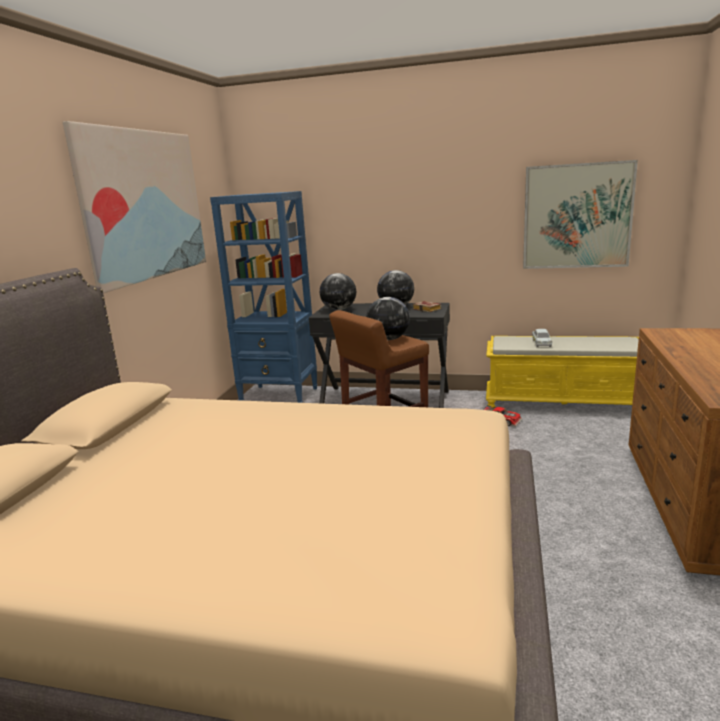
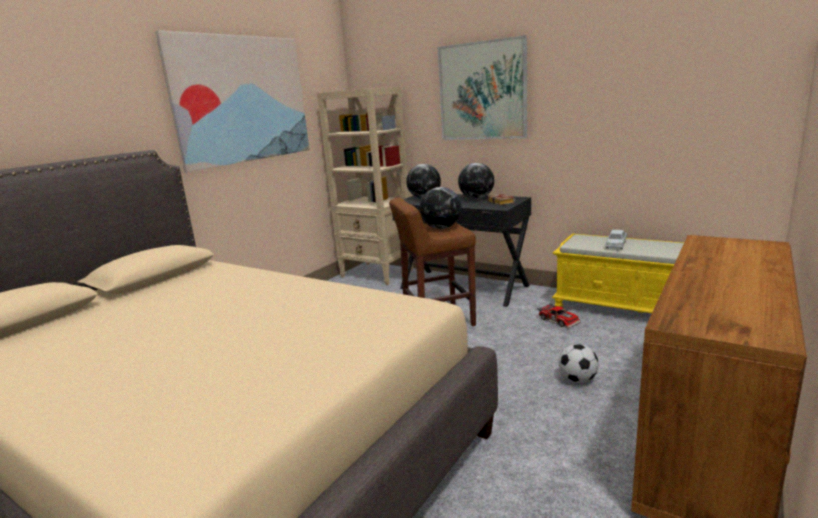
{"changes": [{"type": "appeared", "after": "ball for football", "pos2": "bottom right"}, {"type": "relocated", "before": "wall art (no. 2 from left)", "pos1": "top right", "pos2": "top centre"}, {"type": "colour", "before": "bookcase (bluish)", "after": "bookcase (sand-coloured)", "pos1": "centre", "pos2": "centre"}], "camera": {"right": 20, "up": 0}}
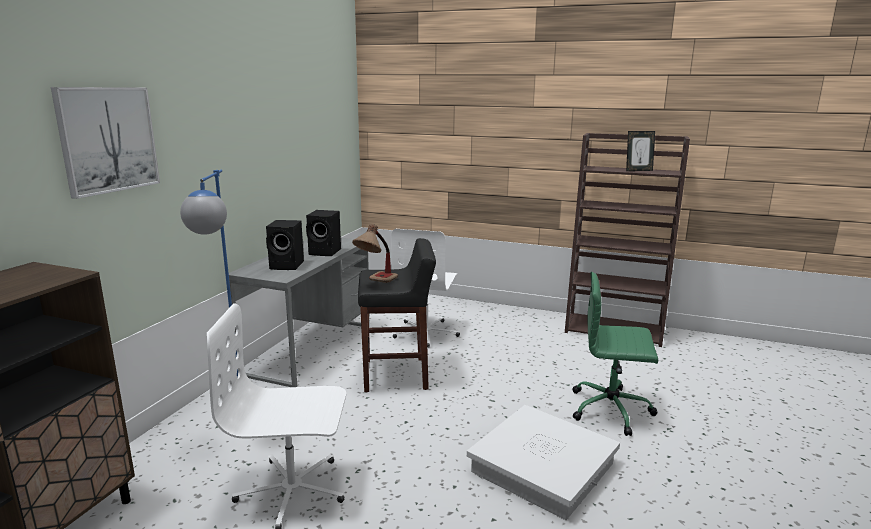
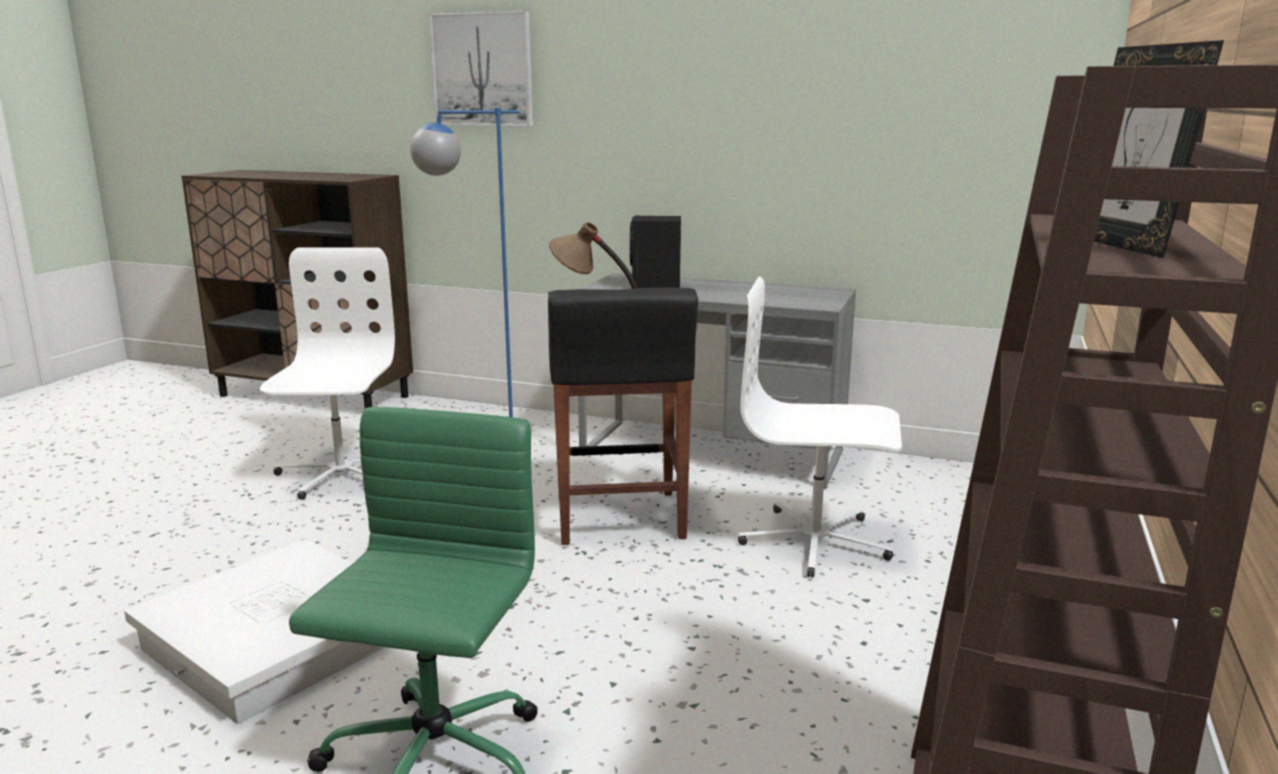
{"changes": [{"type": "missing", "before": "loudspeaker (black) (no. 2 from left)", "pos1": "centre"}], "camera": {"right": 90, "up": 0}}
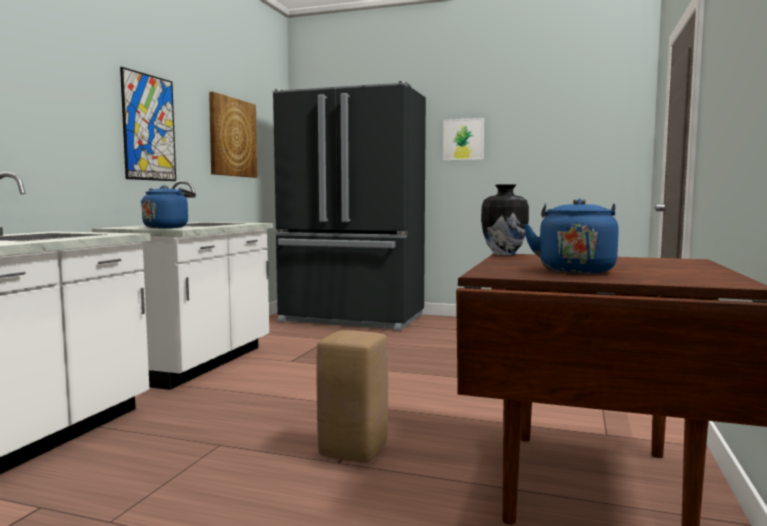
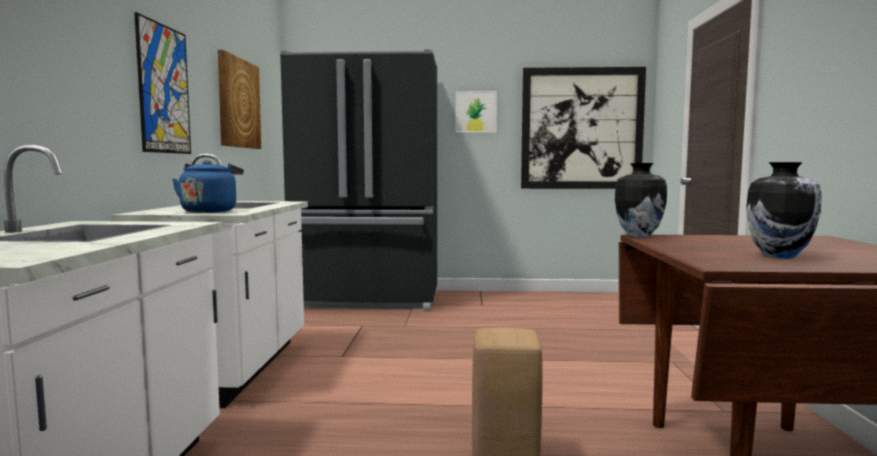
{"changes": [{"type": "appeared", "after": "wall art (no. 4 from left)", "pos2": "top centre"}, {"type": "exchanged", "before": "water kettle (bluish) (no. 2 from left)", "after": "decorative vase (no. 2 from left)", "pos1": "middle right", "pos2": "middle right"}], "camera": {"right": -15, "up": 0}}
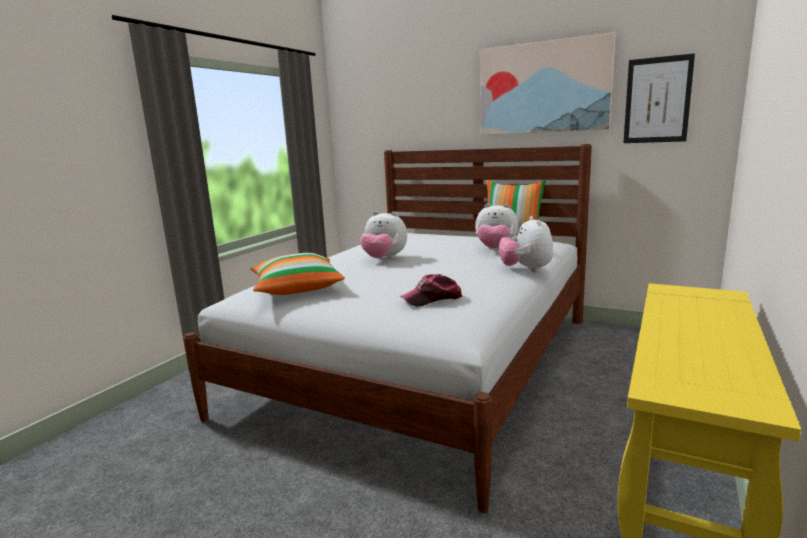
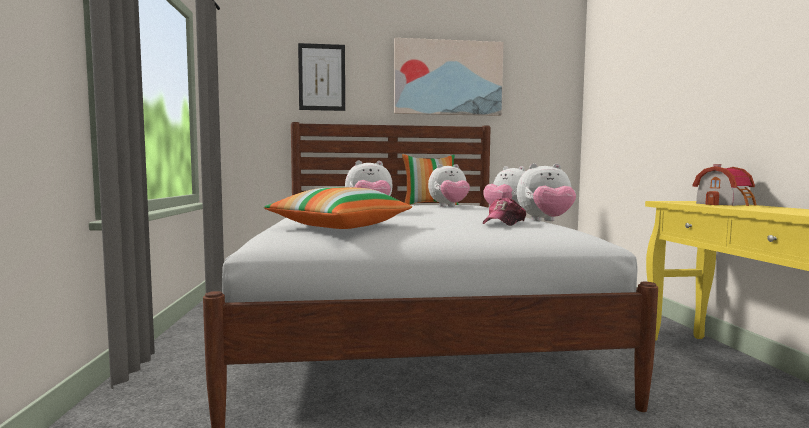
{"changes": [{"type": "appeared", "after": "plush toy (no. 4 from left)", "pos2": "middle right"}, {"type": "appeared", "after": "miniature house", "pos2": "middle right"}, {"type": "relocated", "before": "wall art (no. 2 from left in the first image)", "after": "wall art (no. 1 from left)", "pos1": "top right", "pos2": "top centre"}], "camera": {"right": -35, "up": -10}}
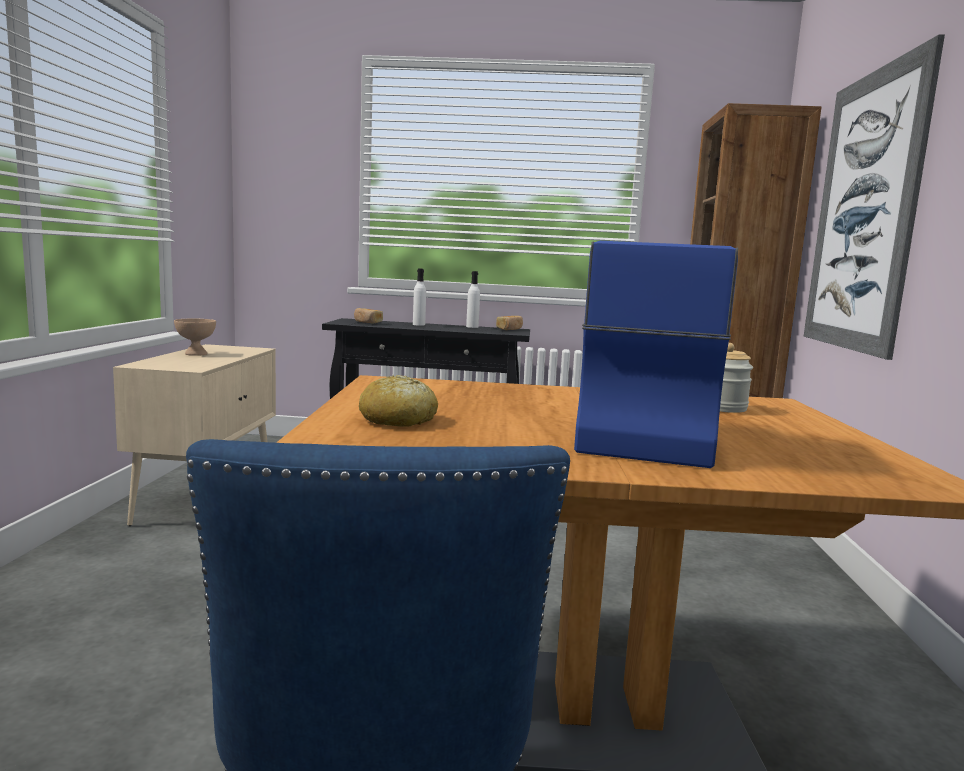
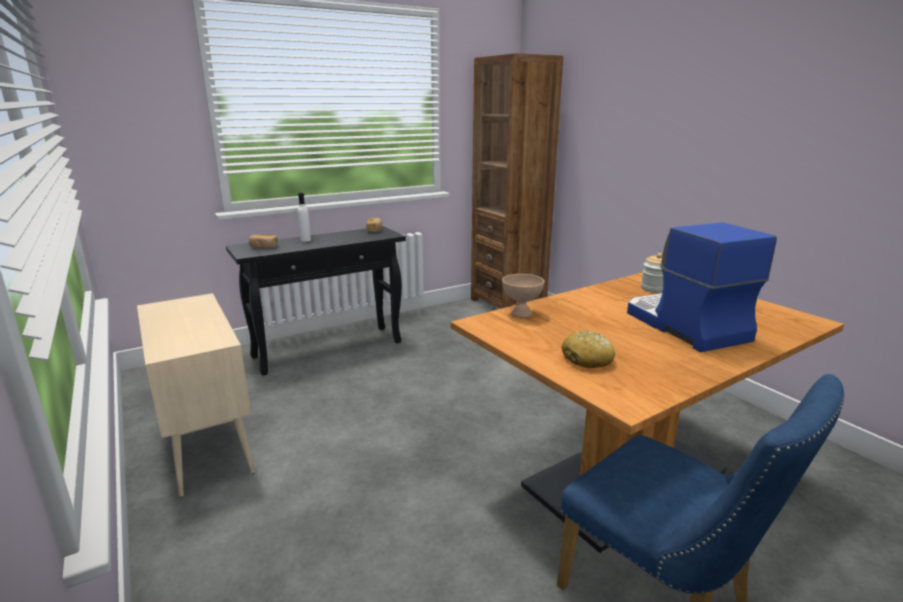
{"changes": [{"type": "missing", "before": "beverage bottle (white) (no. 2 from left)", "pos1": "centre"}, {"type": "missing", "before": "wall art", "pos1": "top right"}, {"type": "relocated", "before": "deep dish (sand-coloured)", "pos1": "middle left", "pos2": "centre"}], "camera": {"right": -35, "up": 10}}
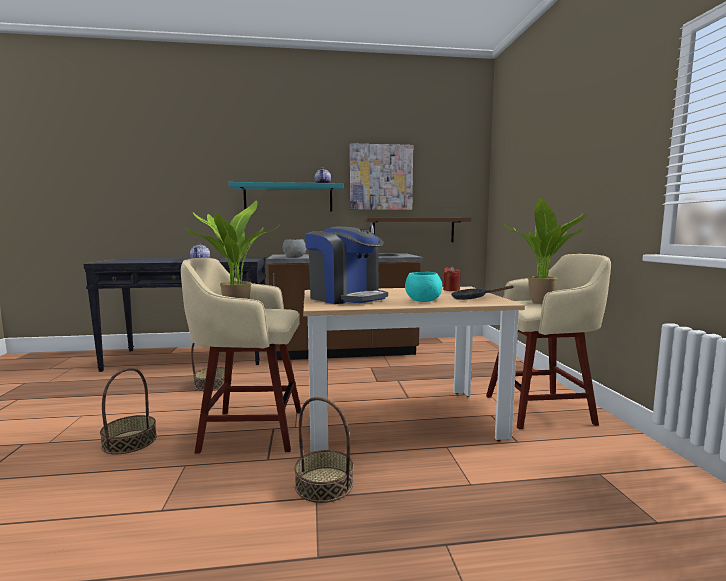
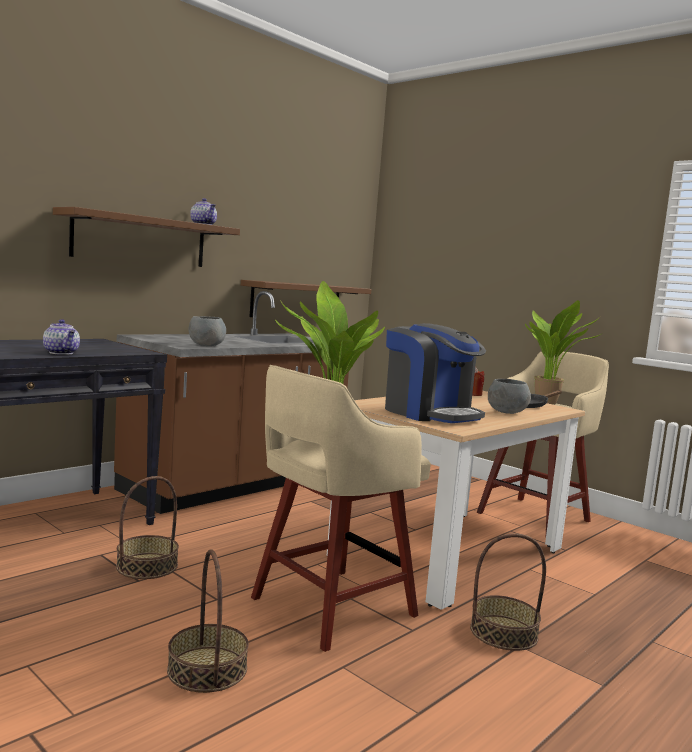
{"changes": [{"type": "missing", "before": "wall art", "pos1": "top centre"}, {"type": "colour", "before": "bracket shelf (blue-green)", "after": "bracket shelf (brown-coloured) (no. 1 from left)", "pos1": "centre", "pos2": "top left"}, {"type": "colour", "before": "deep dish (blue-green)", "after": "deep dish (greyish) (no. 2 from left)", "pos1": "centre", "pos2": "middle right"}, {"type": "spun", "before": "coffee machine", "pos1": "centre", "pos2": "centre", "turn": 45}], "camera": {"right": -40, "up": 0}}
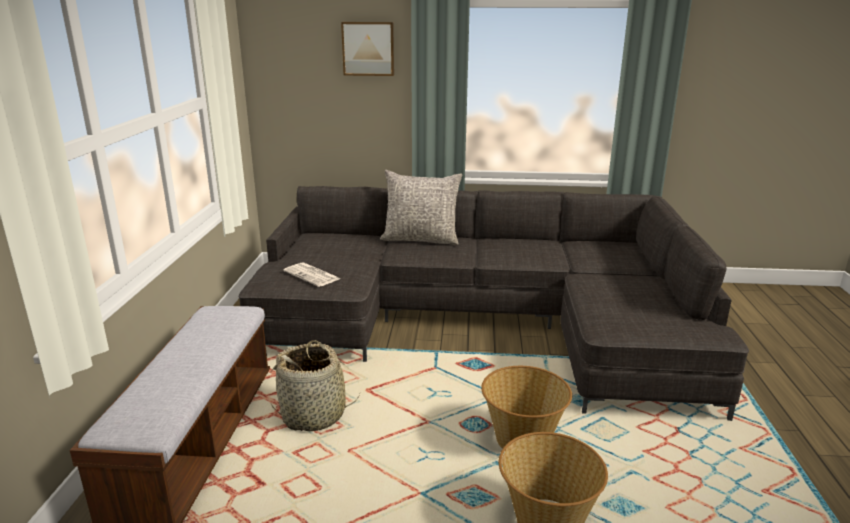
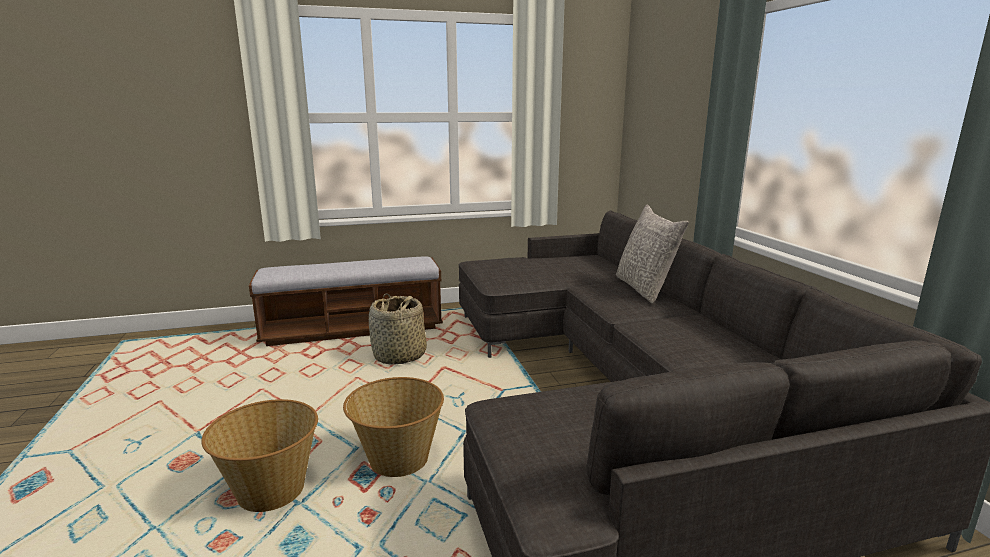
{"changes": [{"type": "missing", "before": "newspaper", "pos1": "centre"}, {"type": "missing", "before": "wall art", "pos1": "top centre"}], "camera": {"right": 70, "up": -5}}
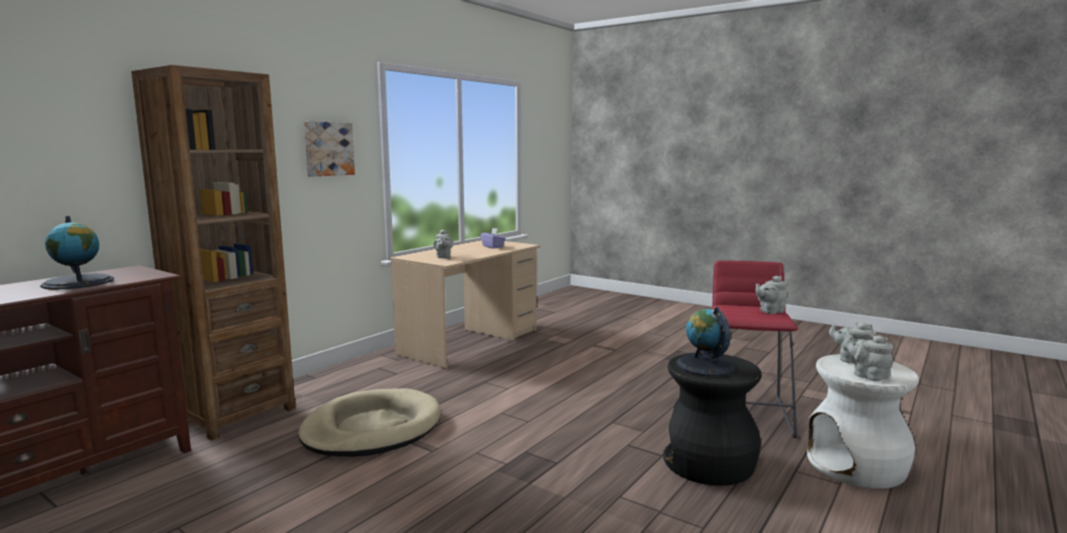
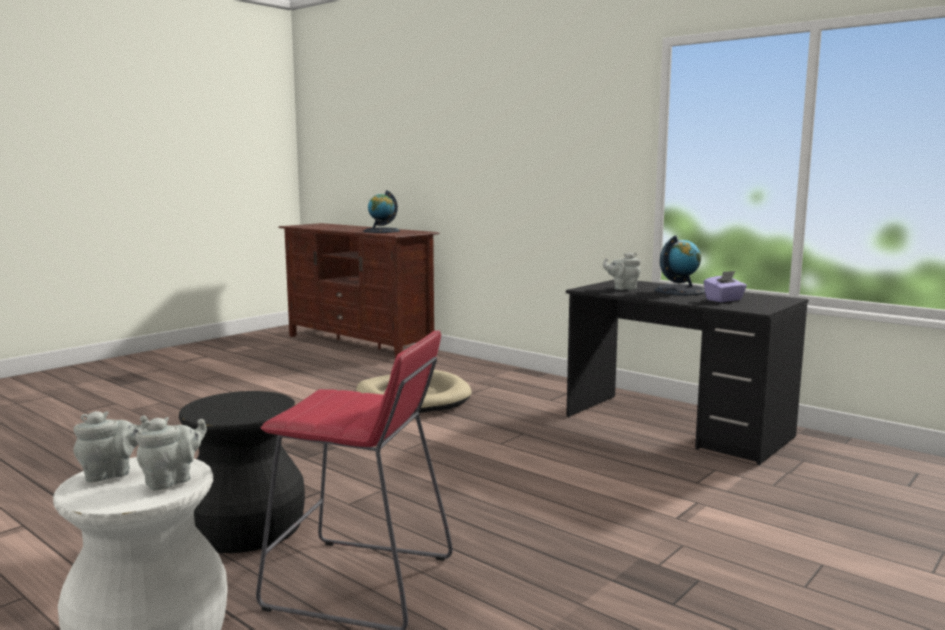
{"changes": [{"type": "missing", "before": "bookcase (brown-coloured)", "pos1": "middle left"}, {"type": "missing", "before": "wall art", "pos1": "top left"}, {"type": "missing", "before": "tea pot (greyish) (no. 2 from left)", "pos1": "middle right"}, {"type": "relocated", "before": "globe (no. 2 from left)", "pos1": "centre", "pos2": "middle right"}, {"type": "colour", "before": "desk table (sand-coloured)", "after": "desk table (black)", "pos1": "centre", "pos2": "middle right"}], "camera": {"right": 95, "up": 0}}
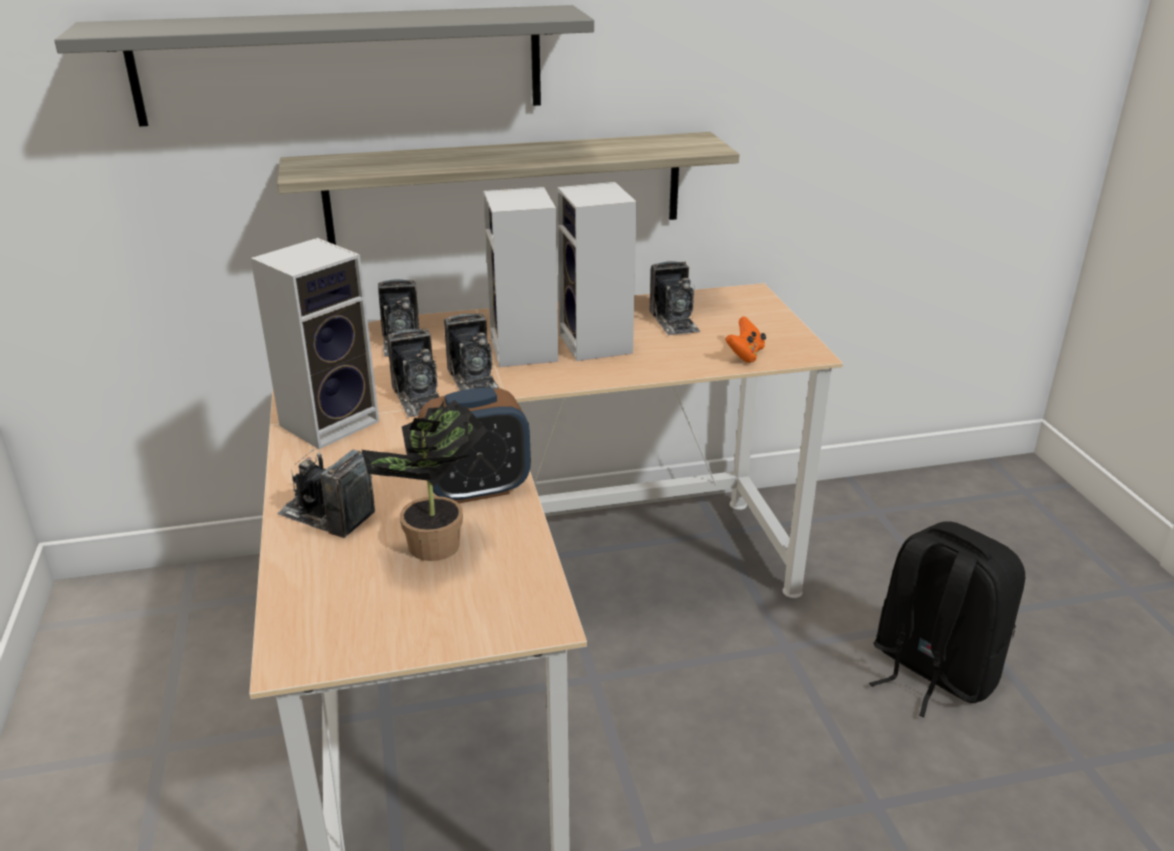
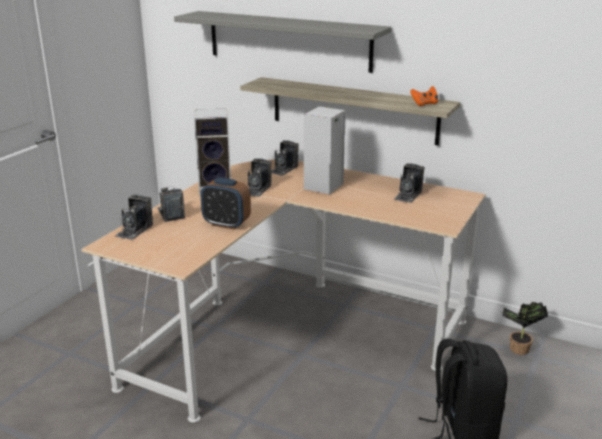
{"changes": [{"type": "missing", "before": "loudspeaker (no. 3 from left)", "pos1": "top centre"}, {"type": "relocated", "before": "potted plant", "pos1": "centre", "pos2": "bottom right"}, {"type": "relocated", "before": "still camera (no. 4 from left in the first image)", "after": "still camera (no. 1 from left)", "pos1": "centre", "pos2": "middle left"}, {"type": "relocated", "before": "gamepad (orange-coloured)", "pos1": "centre", "pos2": "top right"}], "camera": {"right": 40, "up": -5}}
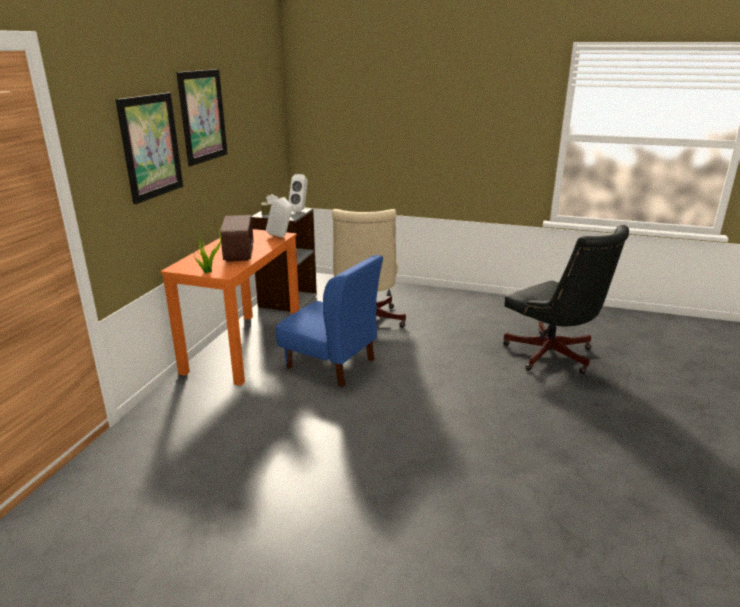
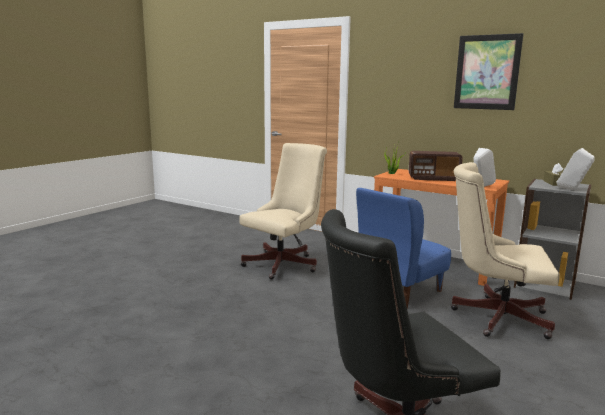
{"changes": [{"type": "missing", "before": "wall art (no. 1 from left)", "pos1": "top left"}, {"type": "appeared", "after": "desk chair (sand-coloured) (no. 1 from left)", "pos2": "centre"}], "camera": {"right": 105, "up": -10}}
